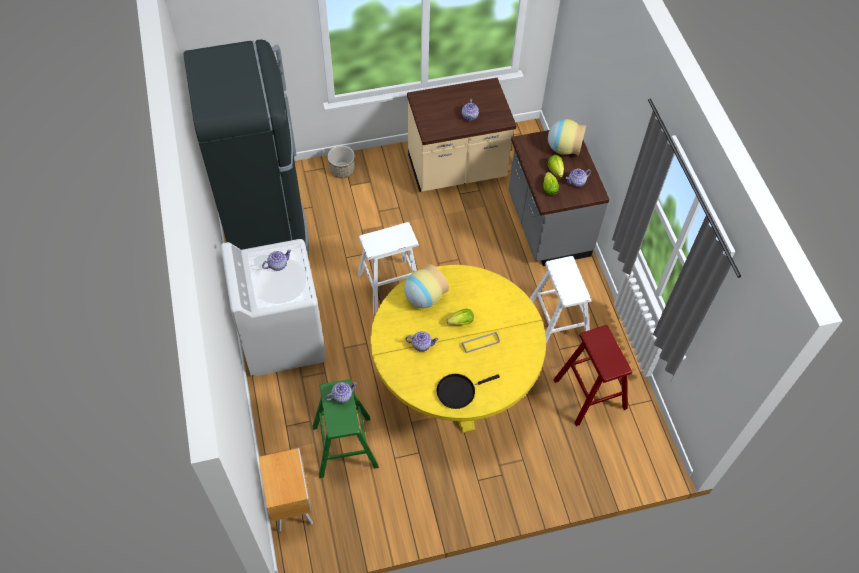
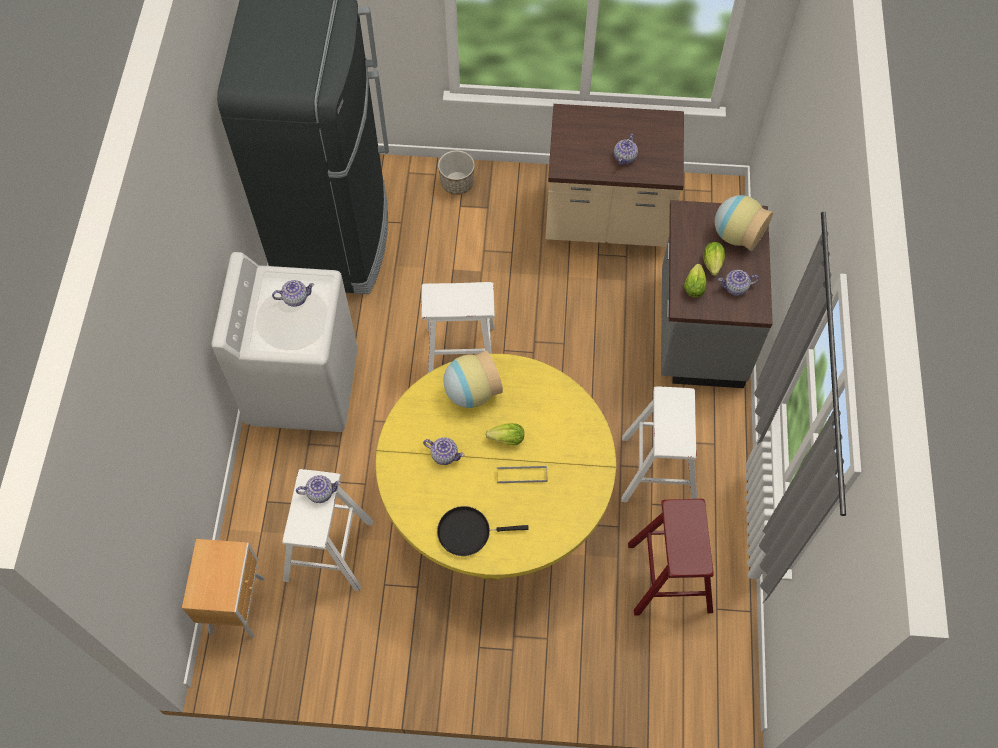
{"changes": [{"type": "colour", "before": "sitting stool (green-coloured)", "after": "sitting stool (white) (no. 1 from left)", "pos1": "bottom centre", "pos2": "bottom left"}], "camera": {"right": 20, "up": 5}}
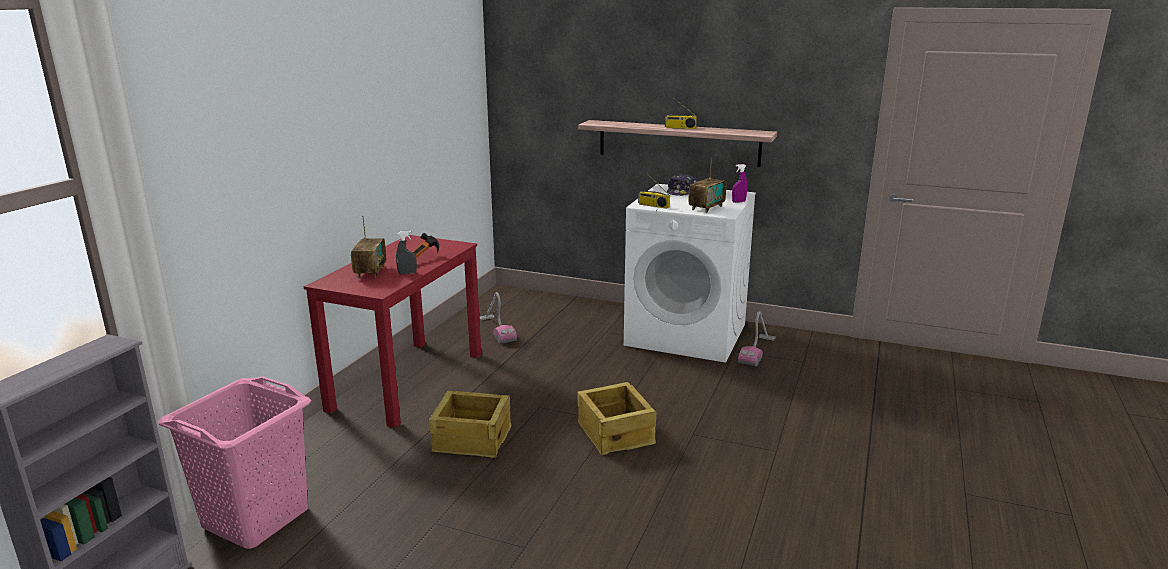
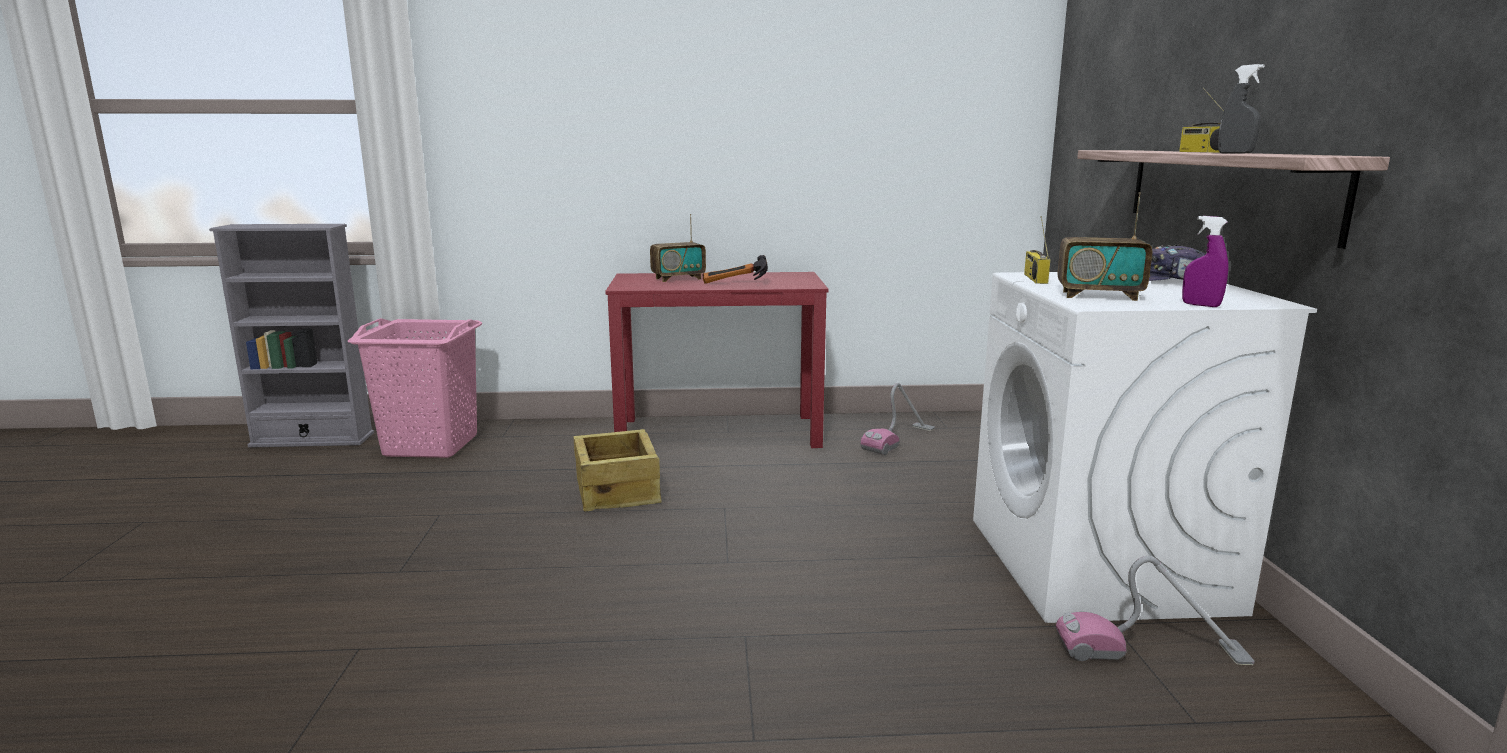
{"changes": [{"type": "missing", "before": "crate (no. 2 from left)", "pos1": "bottom centre"}, {"type": "relocated", "before": "hand sprayer (greyish)", "pos1": "centre", "pos2": "top right"}], "camera": {"right": 65, "up": -5}}
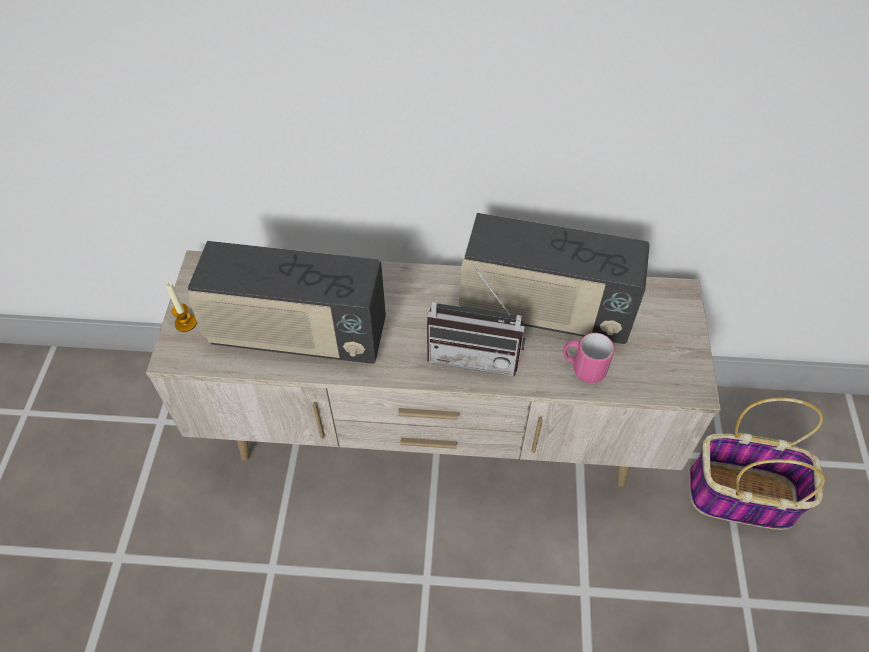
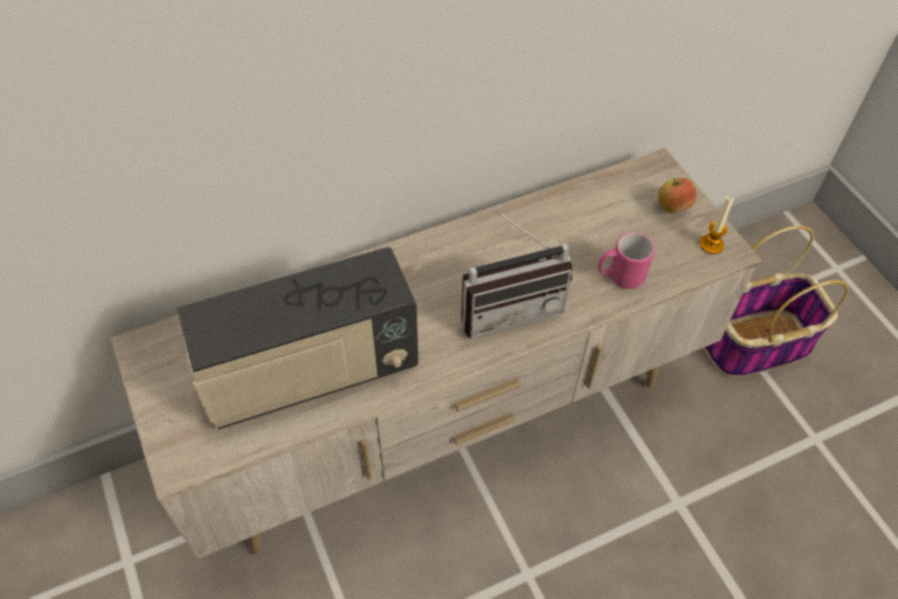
{"changes": [{"type": "missing", "before": "radio set (no. 3 from left)", "pos1": "centre"}, {"type": "appeared", "after": "apple fruit", "pos2": "top right"}, {"type": "relocated", "before": "wax candle", "pos1": "middle left", "pos2": "middle right"}], "camera": {"right": -30, "up": 0}}
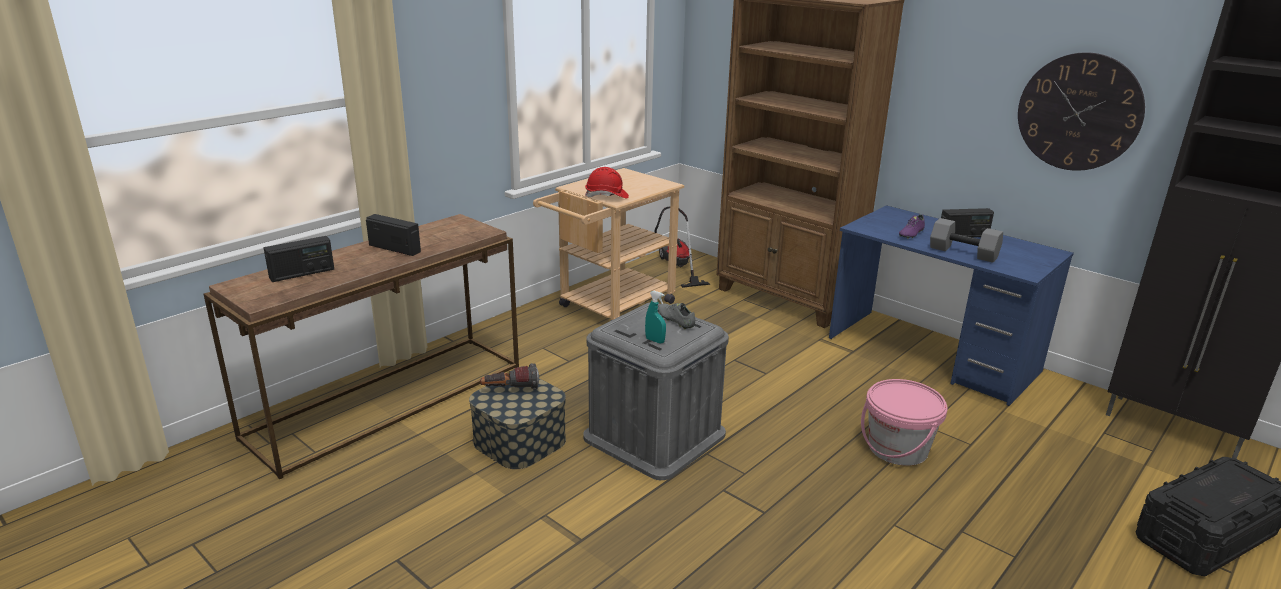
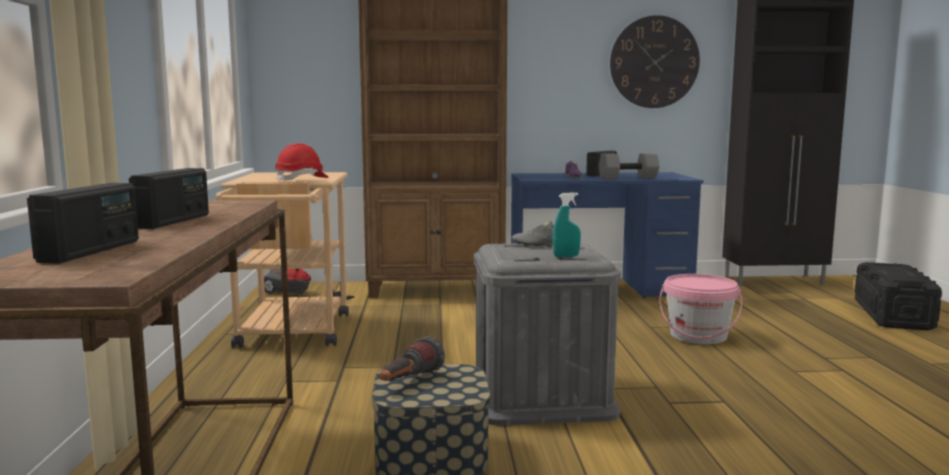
{"changes": [{"type": "spun", "before": "radio set (no. 2 from left)", "pos1": "middle left", "pos2": "middle left", "turn": 120}], "camera": {"right": -45, "up": -15}}
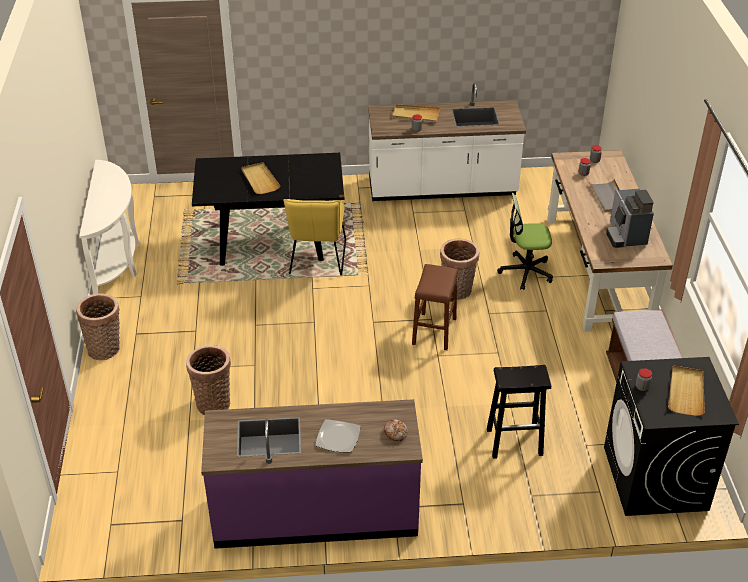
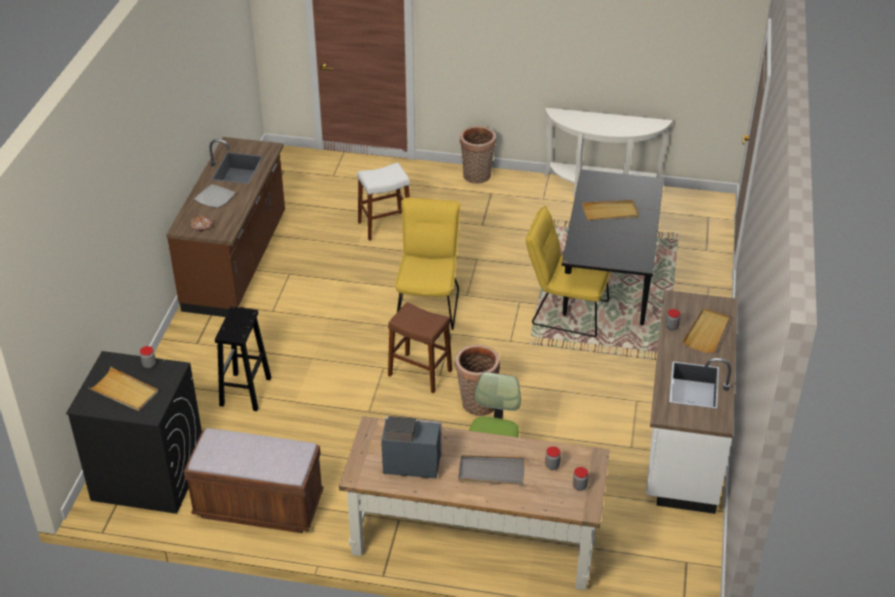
{"changes": [{"type": "appeared", "after": "chair (yellow-coloured) (no. 1 from left)", "pos2": "centre"}, {"type": "exchanged", "before": "storage basket (no. 2 from left)", "after": "sitting stool (white)", "pos1": "middle left", "pos2": "centre"}, {"type": "colour", "before": "kitchen counter (purplish)", "after": "kitchen counter (brown-coloured)", "pos1": "bottom centre", "pos2": "middle left"}], "camera": {"right": 105, "up": 0}}
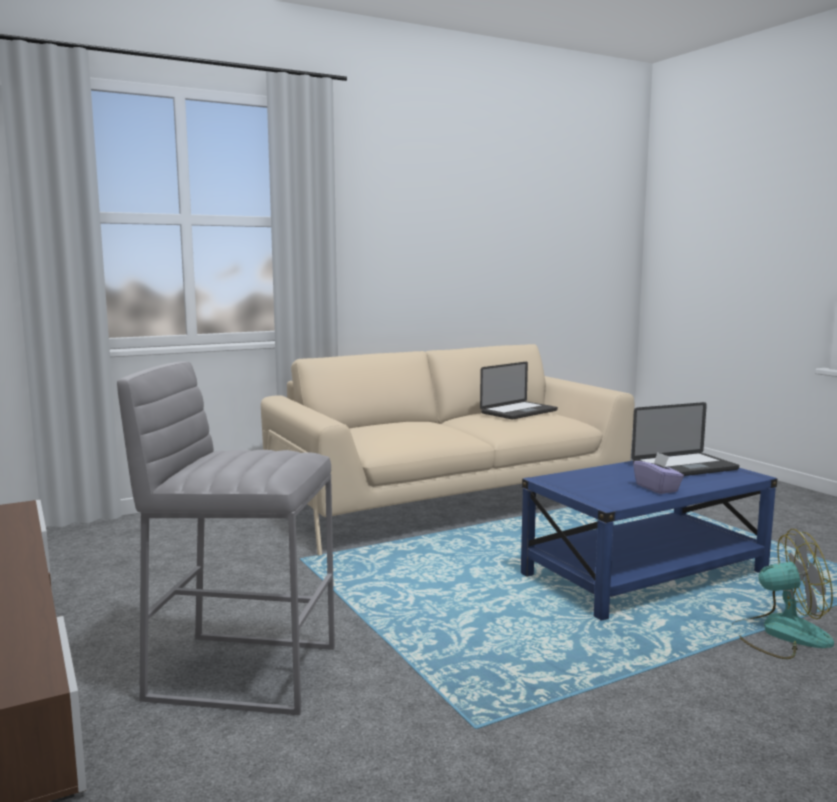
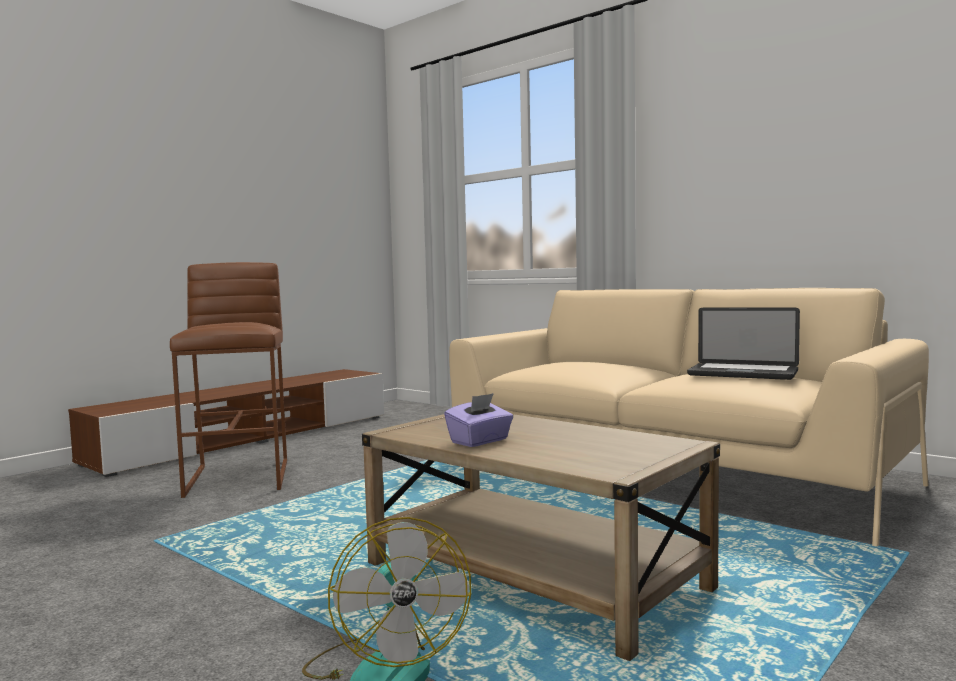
{"changes": [{"type": "missing", "before": "portable computer (no. 2 from left)", "pos1": "middle right"}, {"type": "colour", "before": "sitting stool (greyish)", "after": "sitting stool (brown-coloured)", "pos1": "bottom left", "pos2": "middle left"}, {"type": "colour", "before": "coffee table (bluish)", "after": "coffee table (sand-coloured)", "pos1": "bottom right", "pos2": "bottom centre"}], "camera": {"right": 70, "up": -5}}
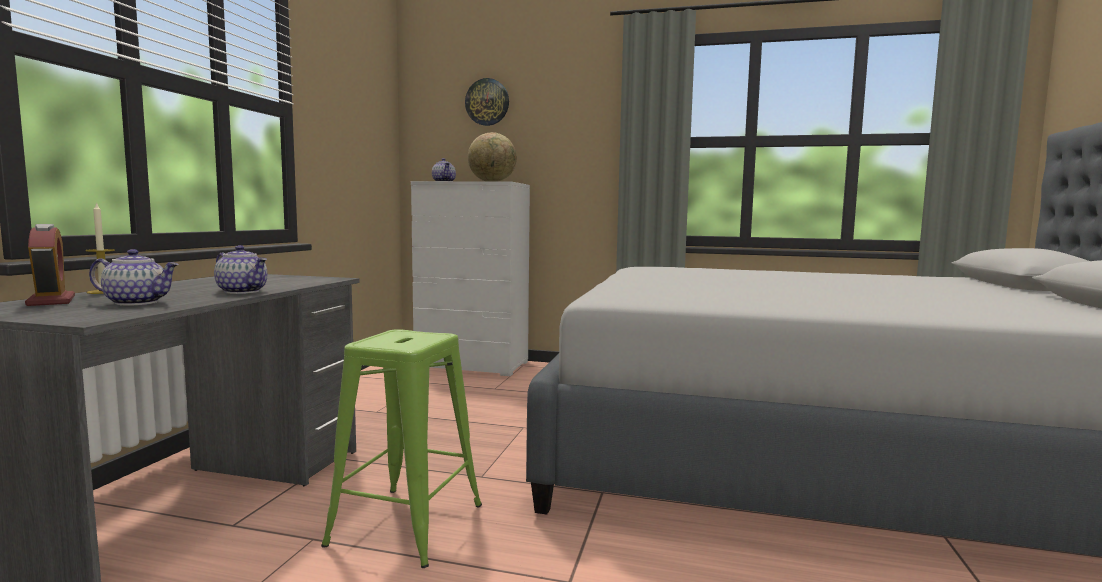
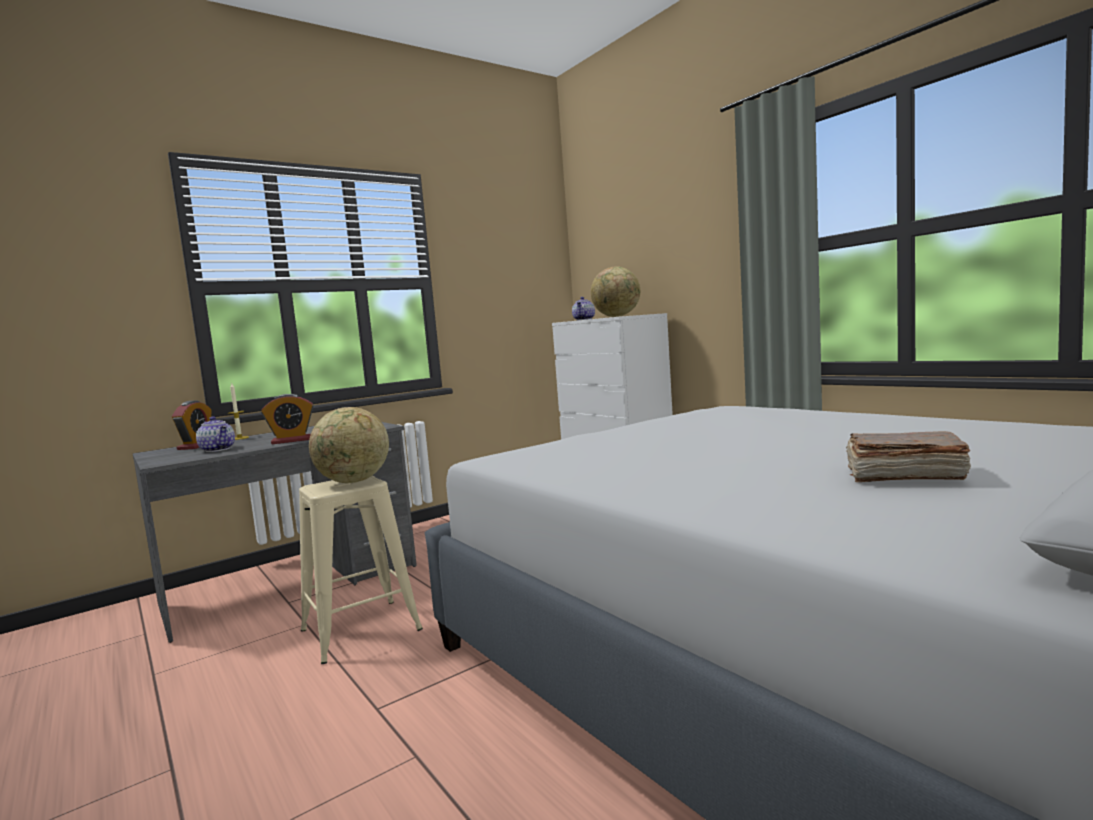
{"changes": [{"type": "missing", "before": "clock on the wall", "pos1": "top centre"}, {"type": "appeared", "after": "globe (no. 1 from left)", "pos2": "middle left"}, {"type": "appeared", "after": "book (brown-coloured)", "pos2": "middle right"}, {"type": "exchanged", "before": "tea pot (no. 2 from left)", "after": "bedside clock (no. 2 from left)", "pos1": "middle left", "pos2": "middle left"}, {"type": "colour", "before": "sitting stool (green-coloured)", "after": "sitting stool (sand-coloured)", "pos1": "bottom centre", "pos2": "bottom left"}], "camera": {"right": 40, "up": 0}}
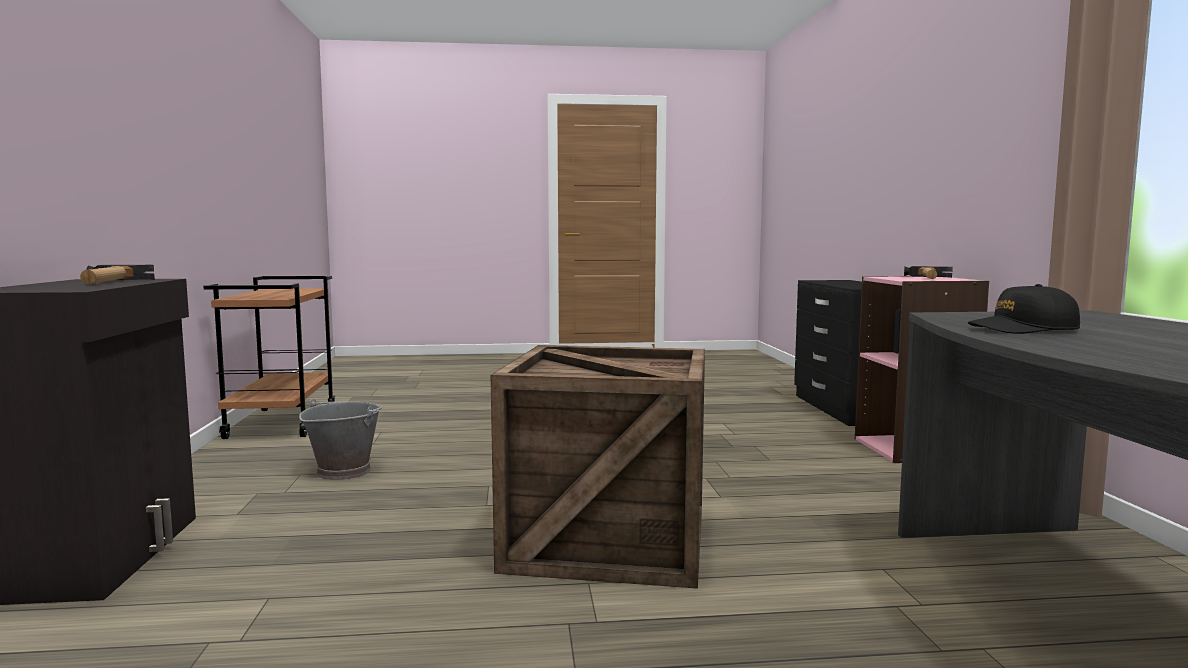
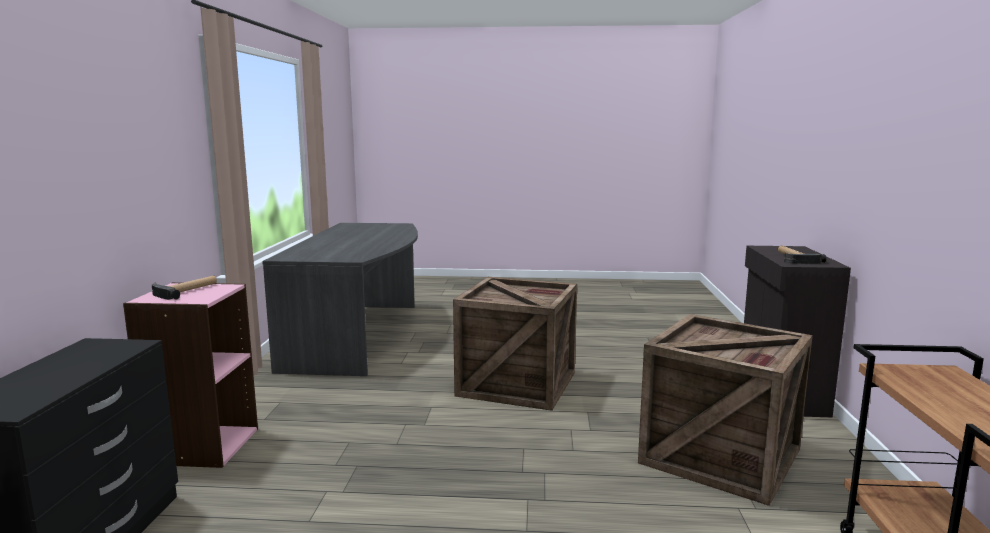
{"changes": [{"type": "missing", "before": "peaked cap (black)", "pos1": "middle right"}, {"type": "exchanged", "before": "bucket (greyish)", "after": "crate (no. 2 from left)", "pos1": "middle left", "pos2": "bottom right"}], "camera": {"right": -170, "up": 5}}
